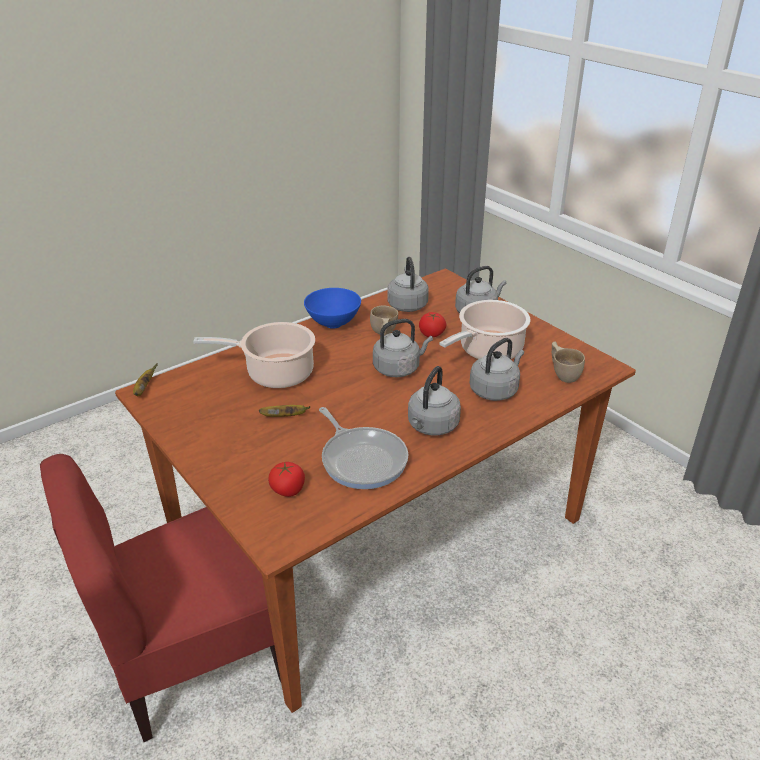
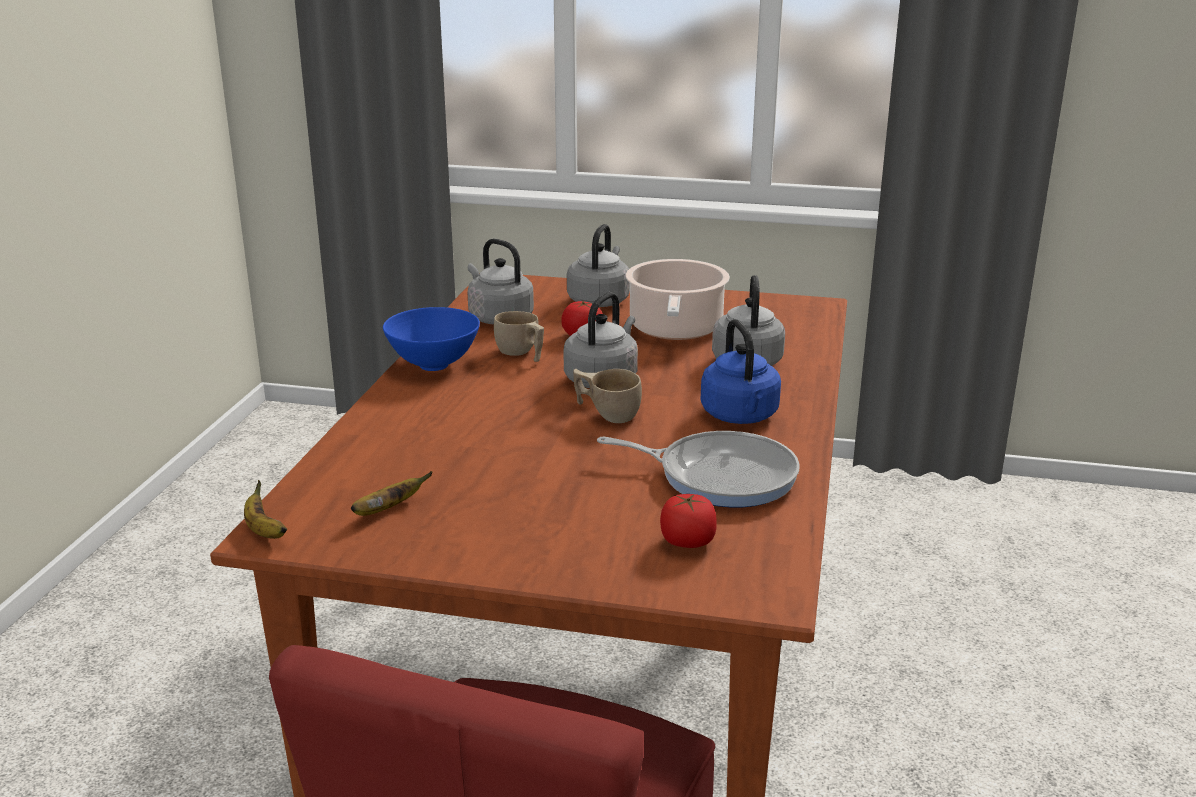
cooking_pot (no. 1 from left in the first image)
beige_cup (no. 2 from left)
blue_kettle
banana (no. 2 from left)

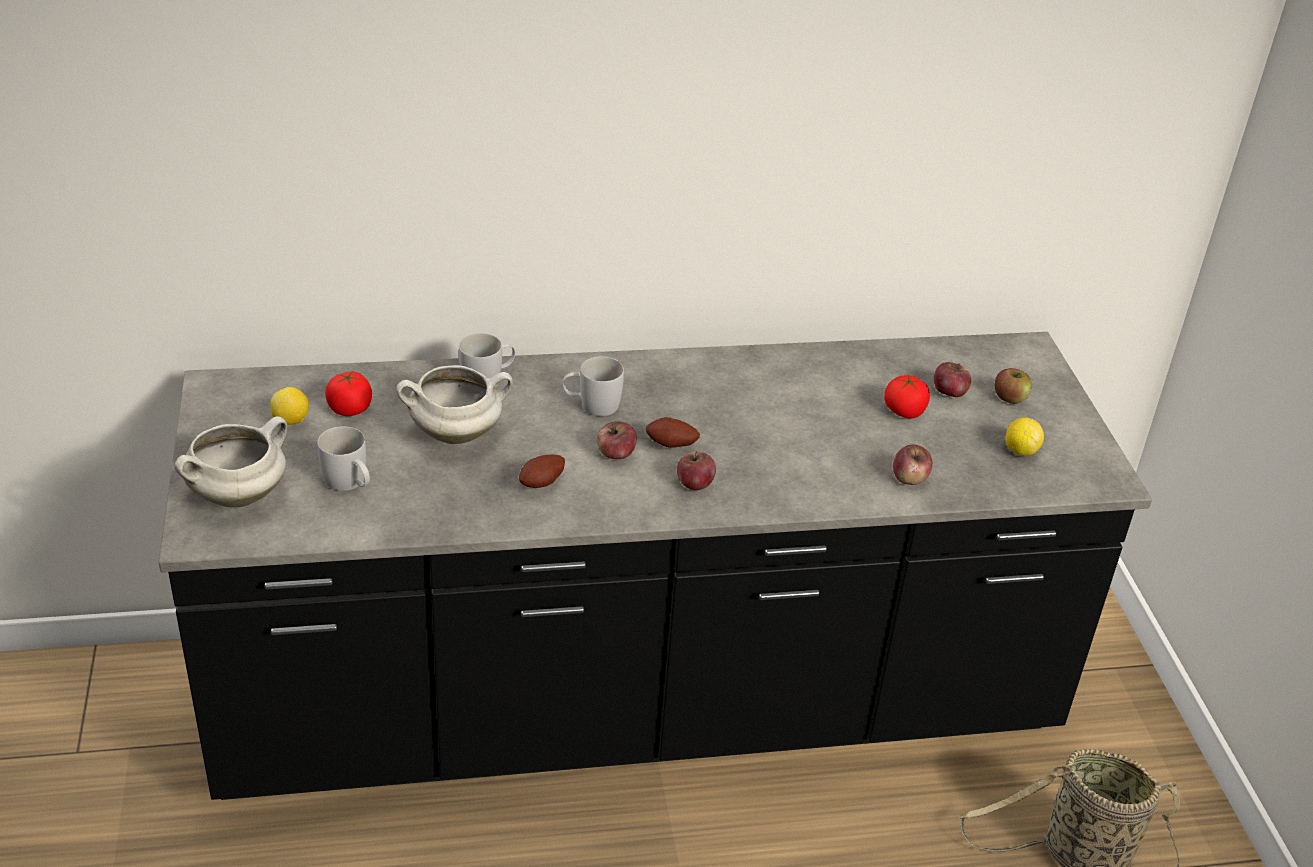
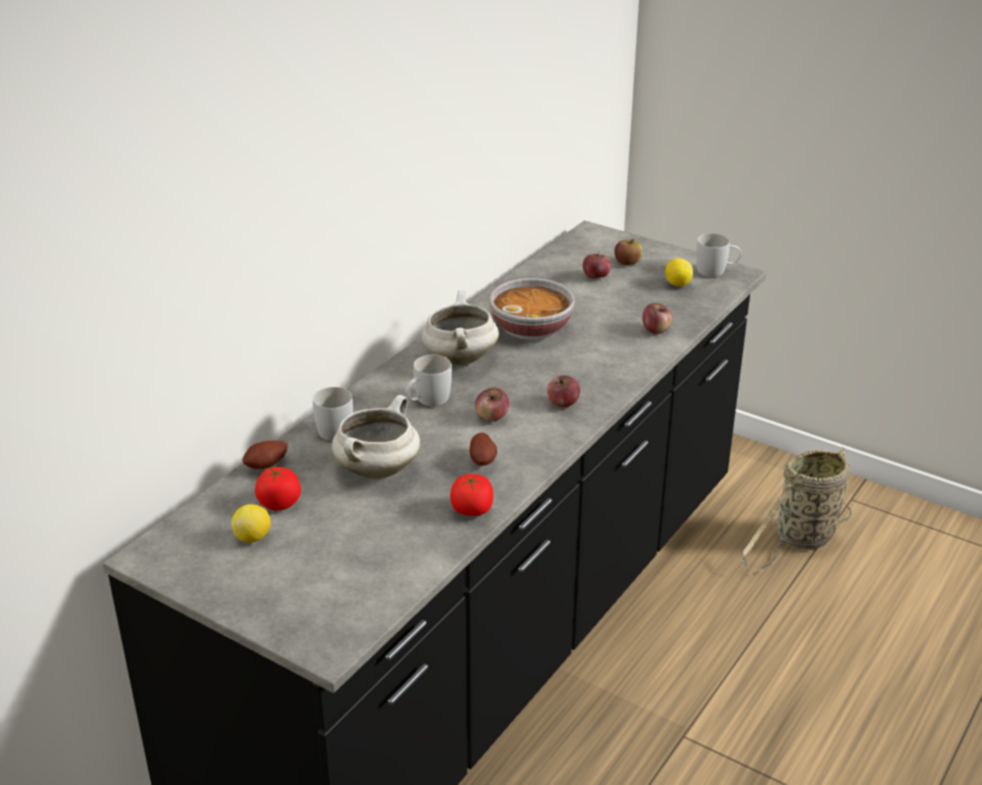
tomato (no. 2 from left)
white_cooking_pot (no. 2 from left)
potato (no. 1 from left)
white_mug (no. 3 from left)
bowl

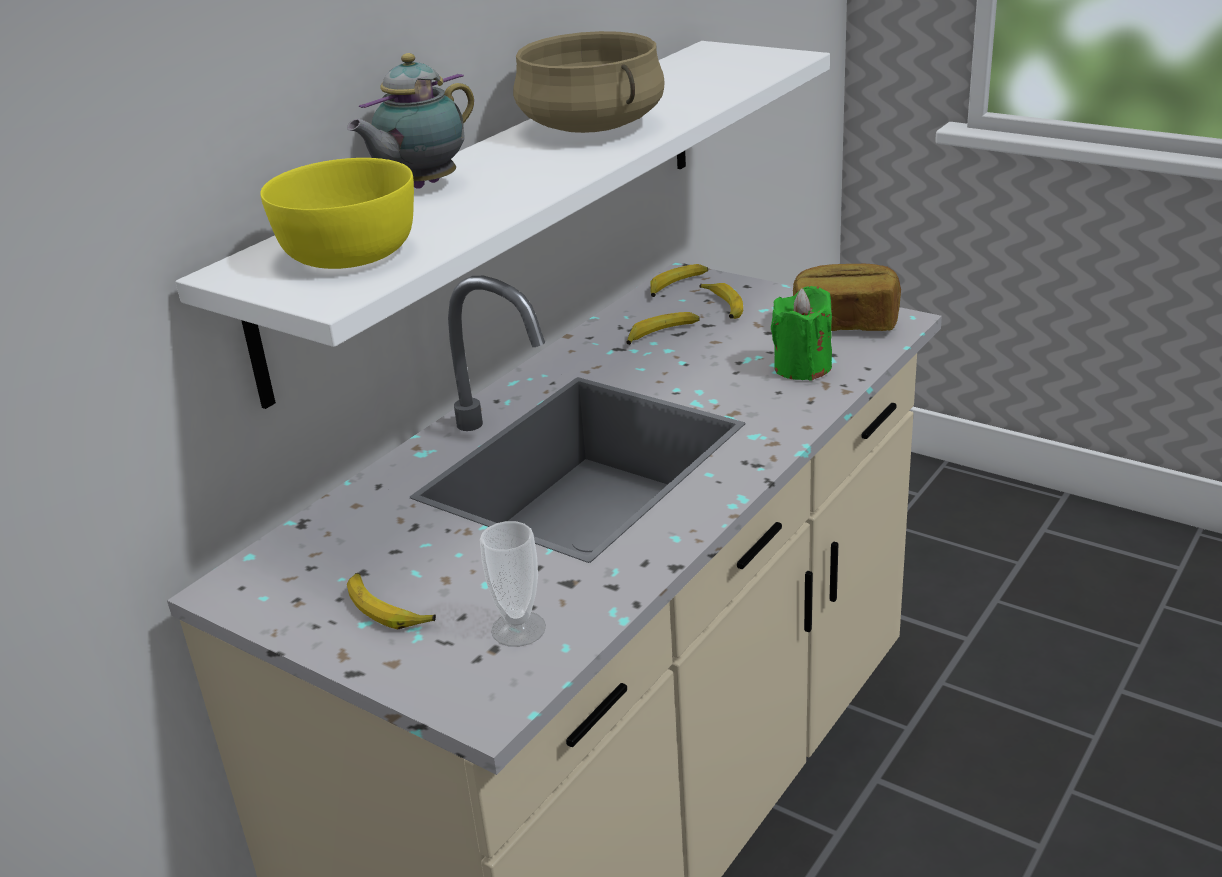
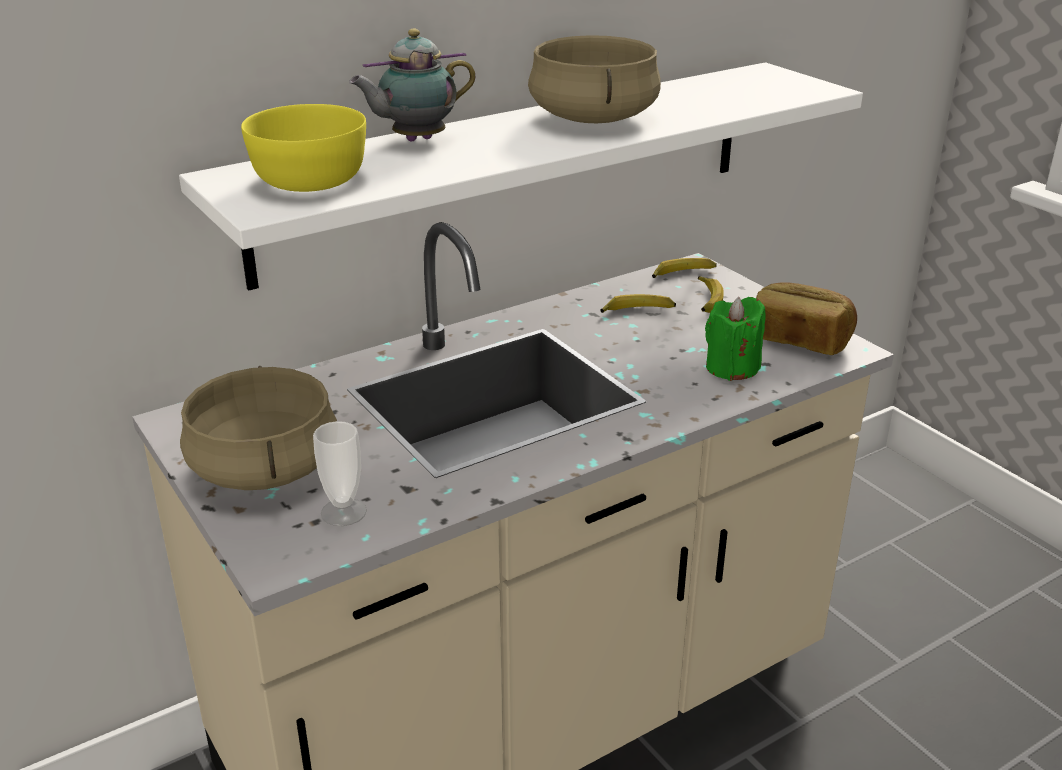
beige_cooking_pot (no. 1 from left)

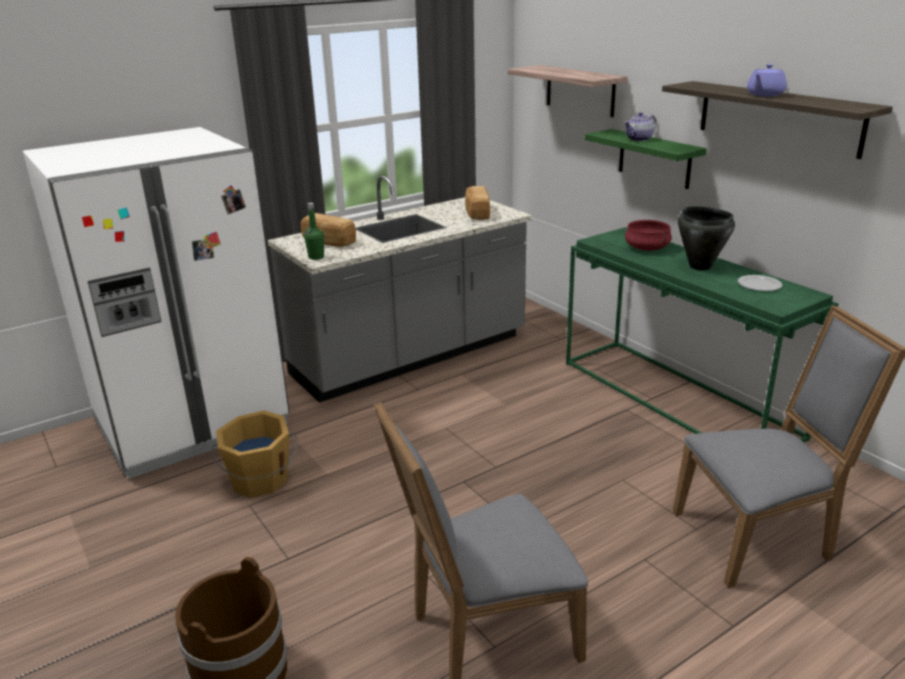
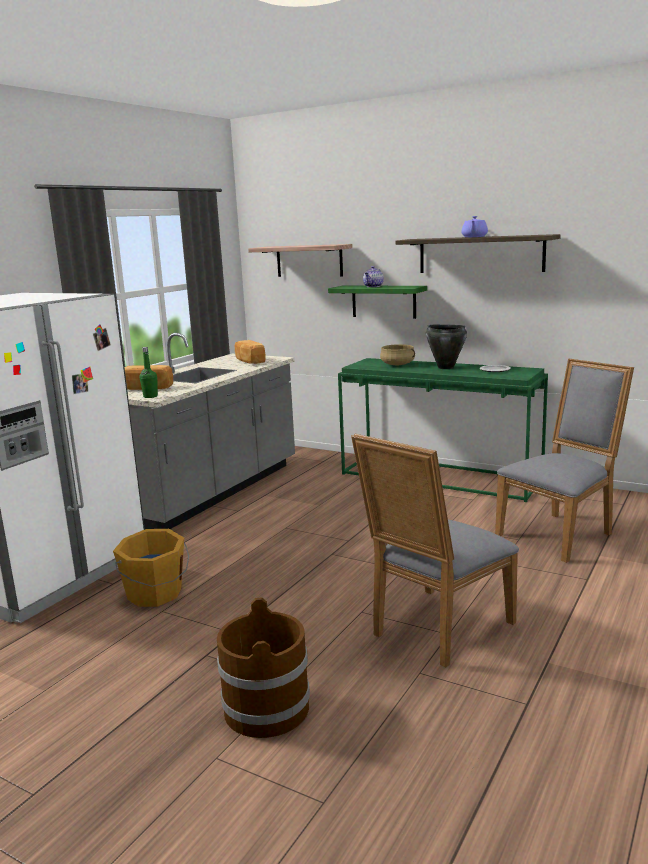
beige_cooking_pot

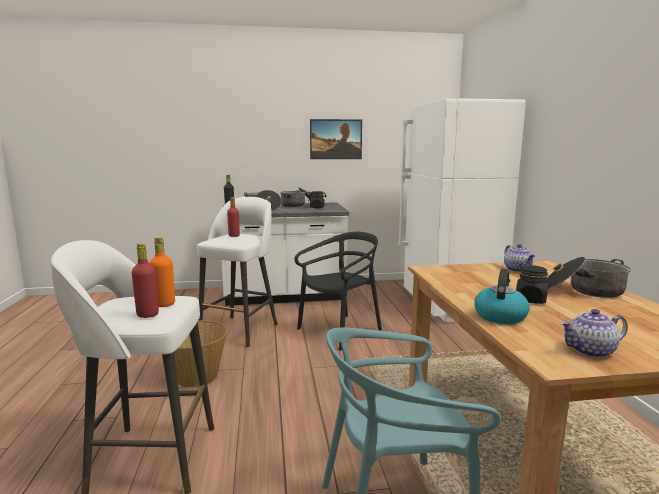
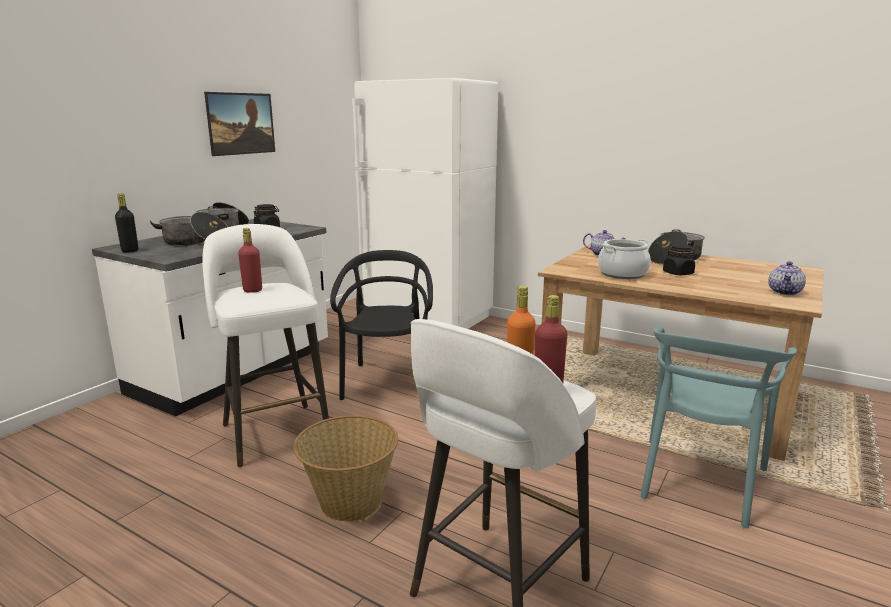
kettle
cooking_pot (no. 3 from left)

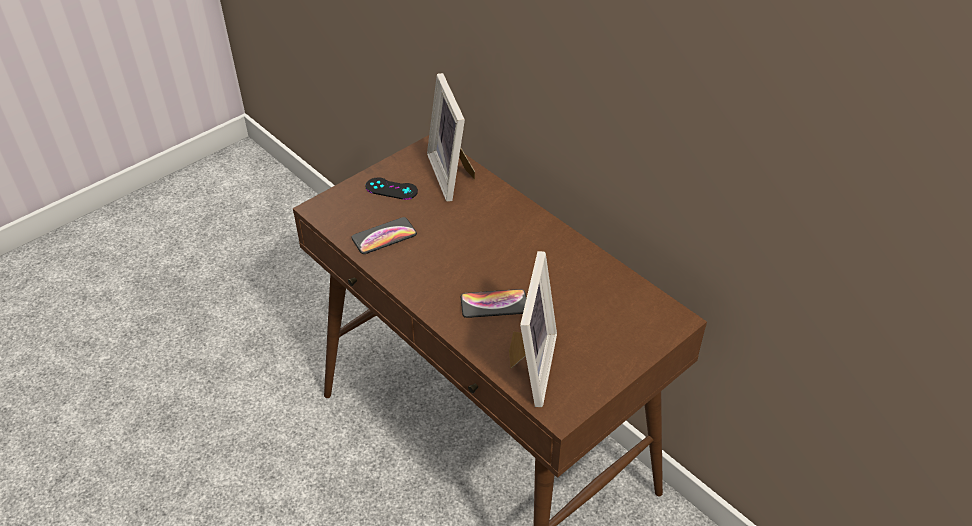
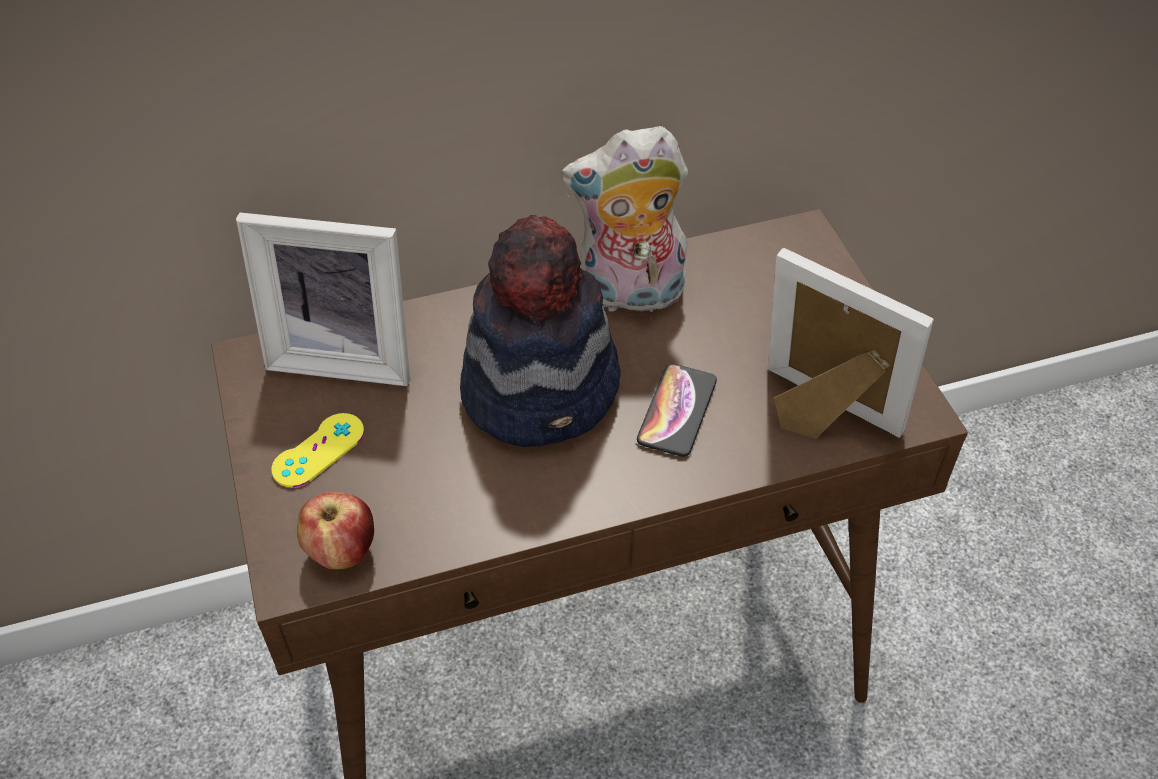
yellow_game_controller
phone (no. 1 from left in the first image)
plush_toy
hat
apple

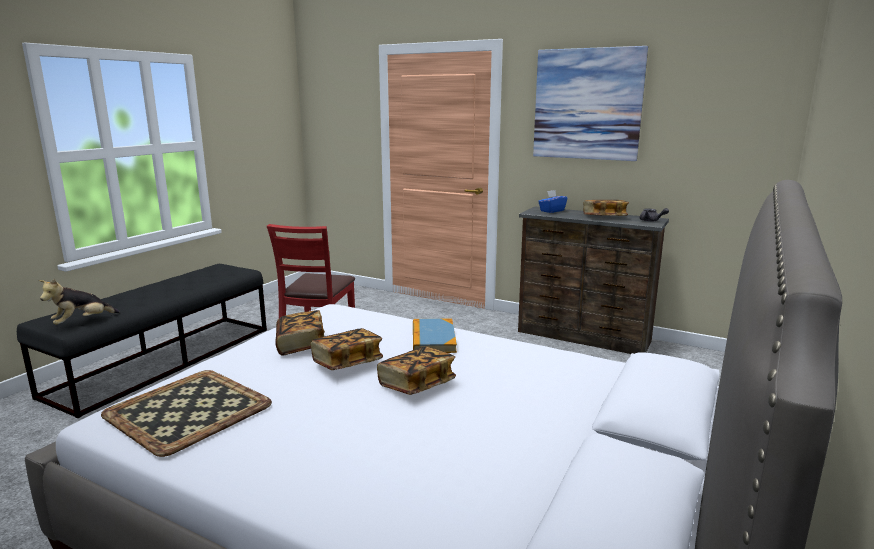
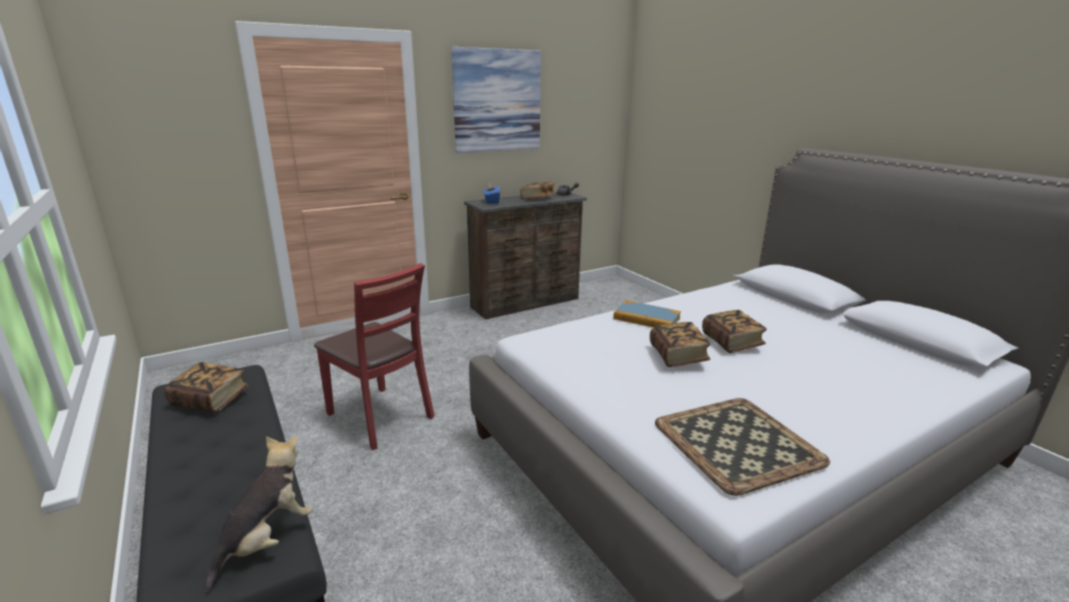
plush_toy
book (no. 1 from left)

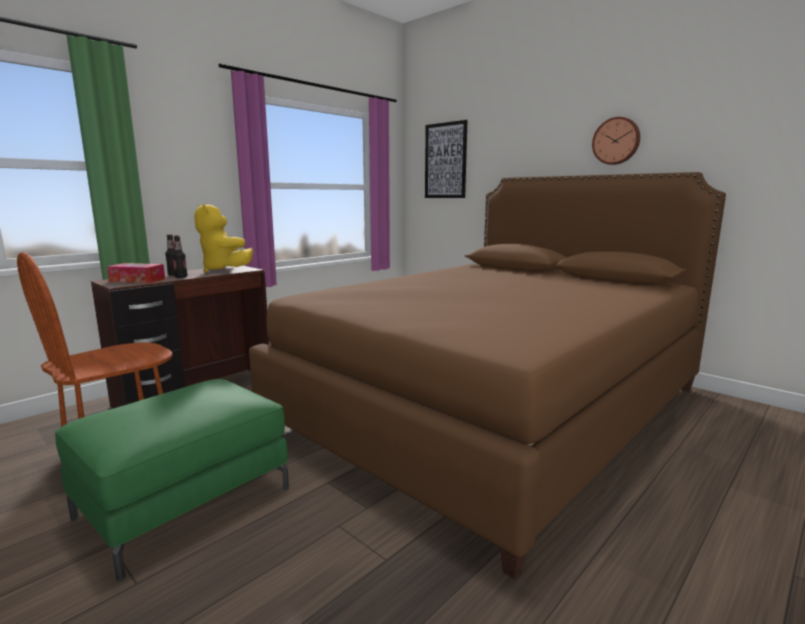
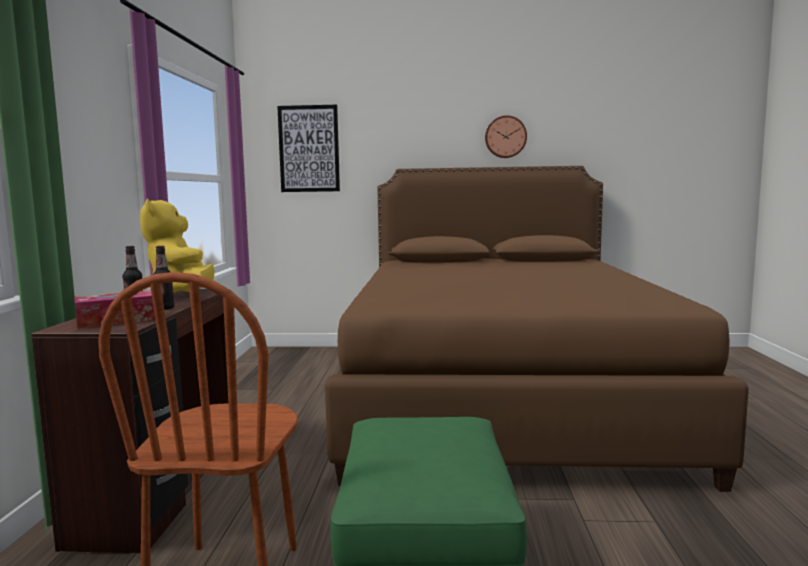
yellow_plush_toy

